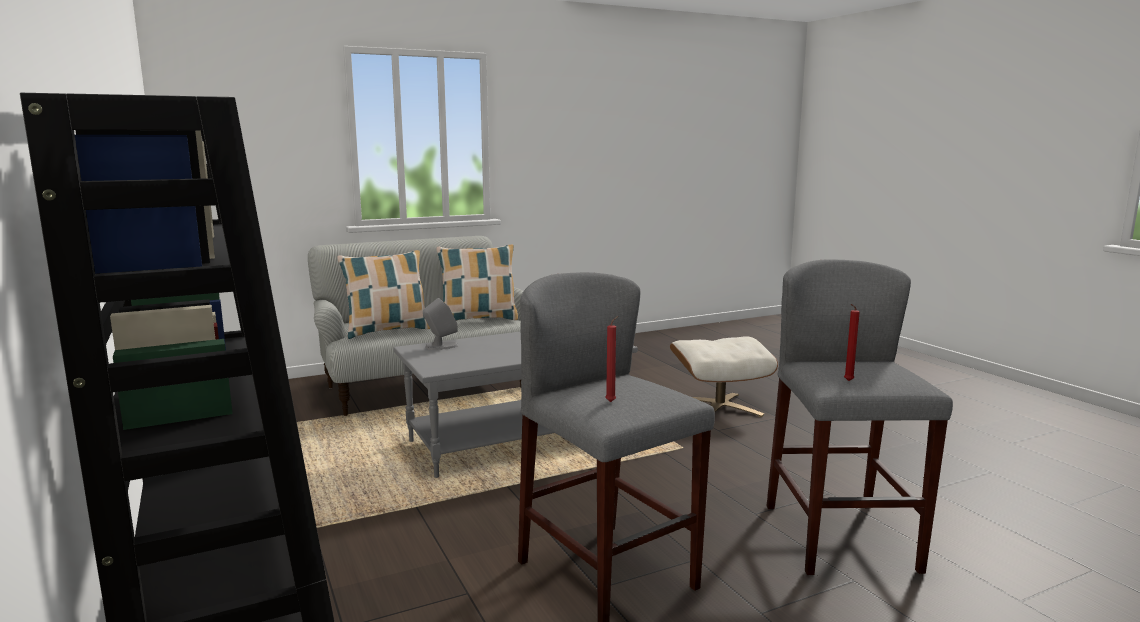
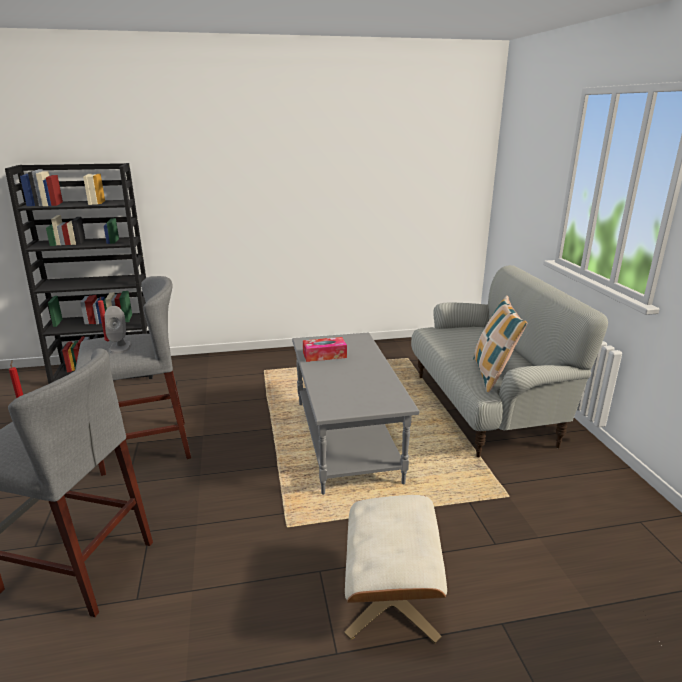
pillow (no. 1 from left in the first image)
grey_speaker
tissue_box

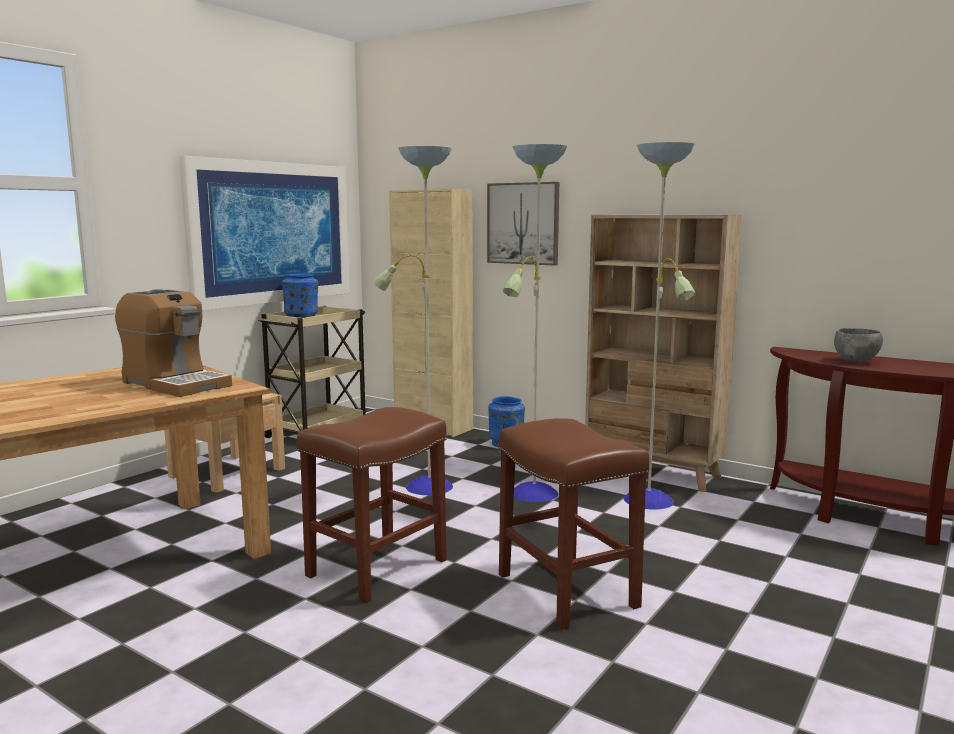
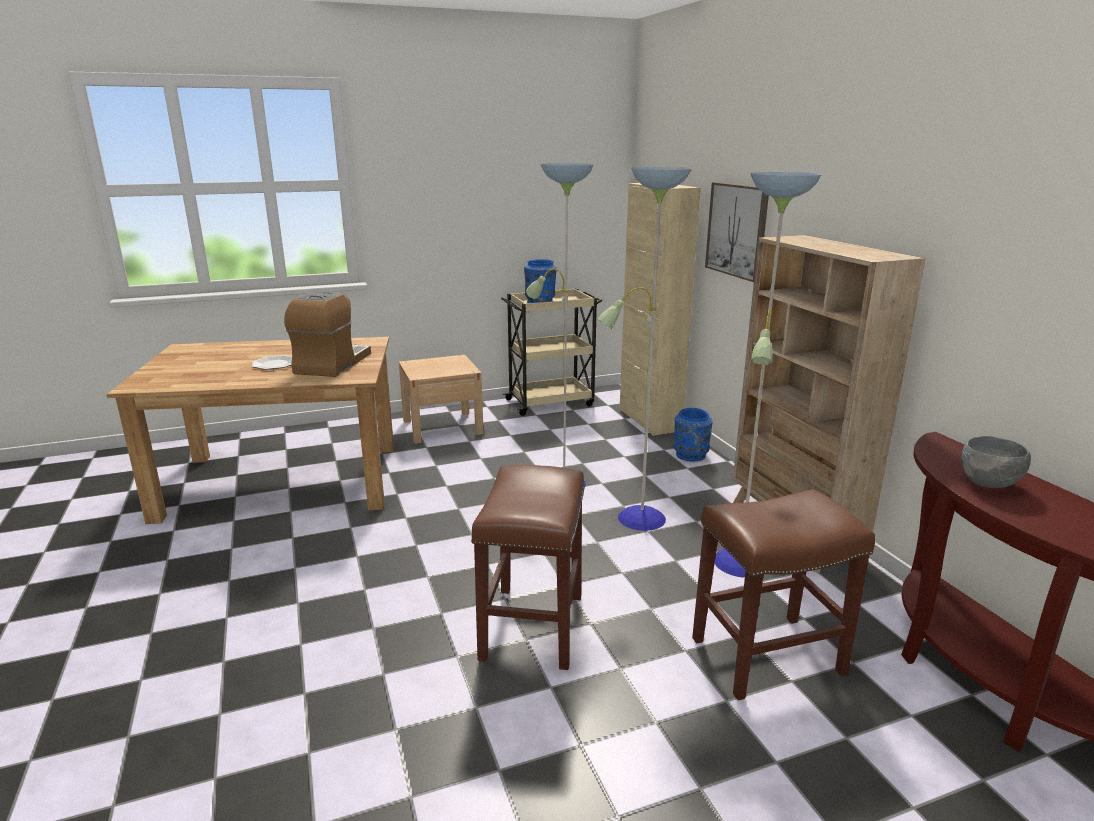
picture (no. 1 from left in the first image)
coffee_machine
brown_stool (no. 2 from left)
plate

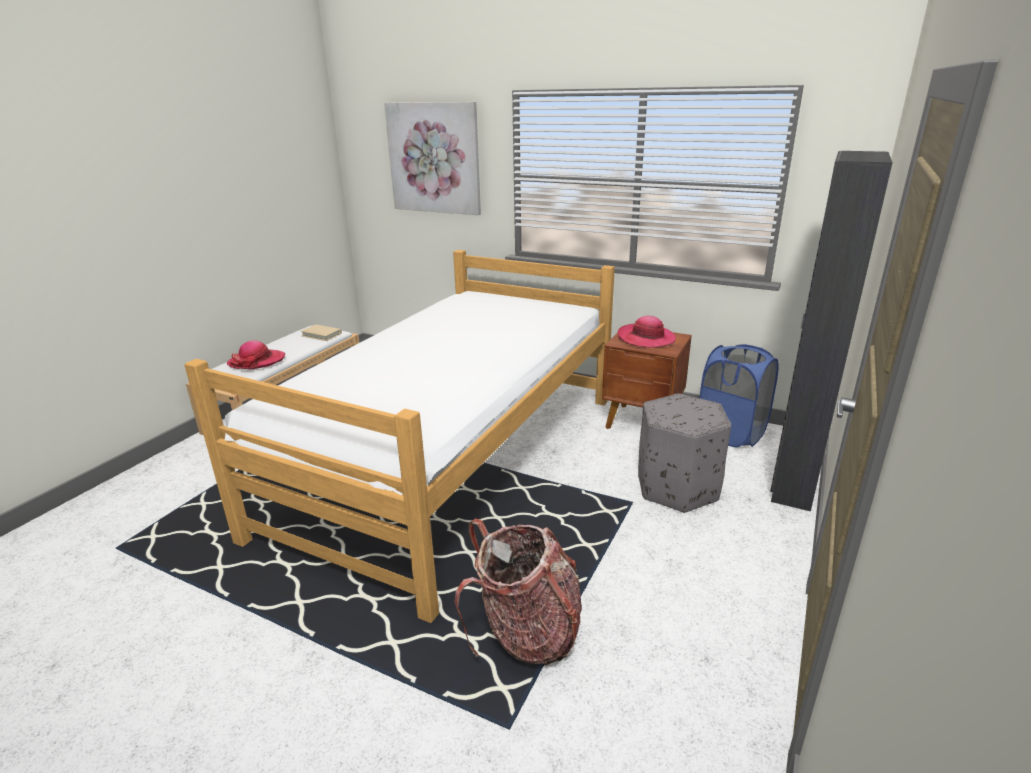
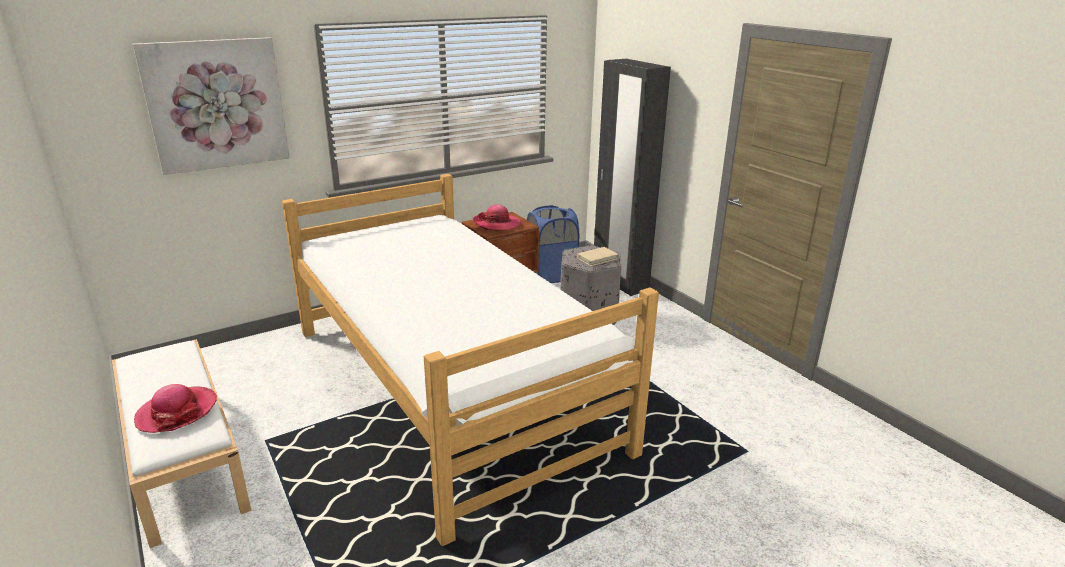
beige_book
backpack

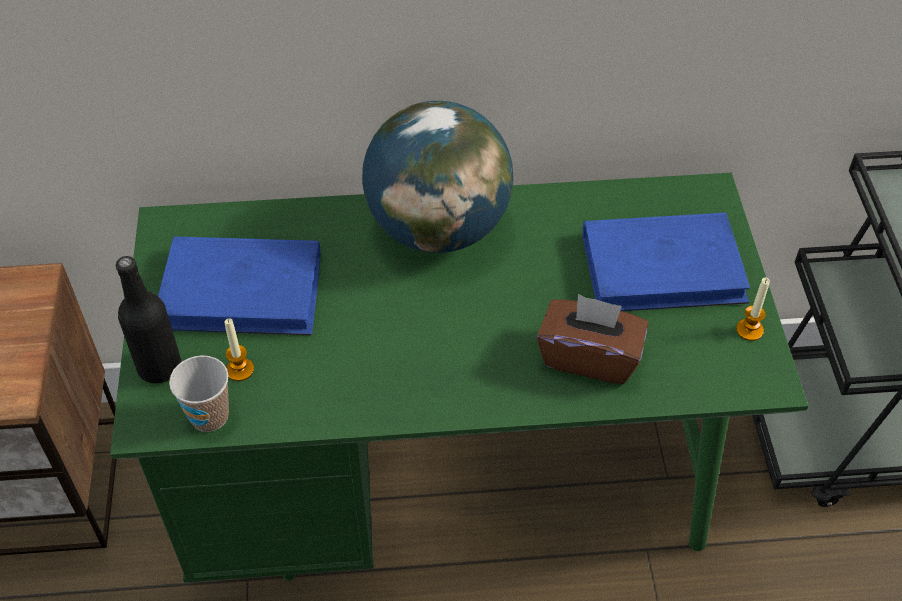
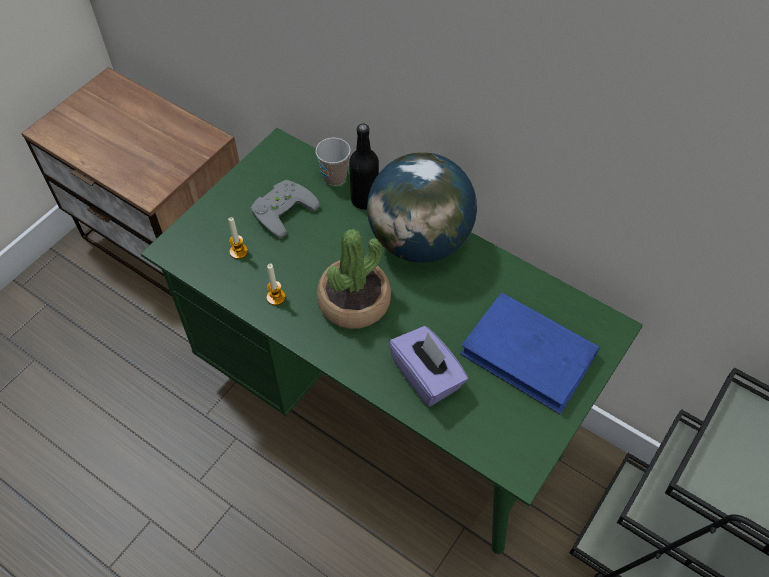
grey_game_controller
black_bottle
candle (no. 2 from left)
purple_tissue_box
cup
potted_plant

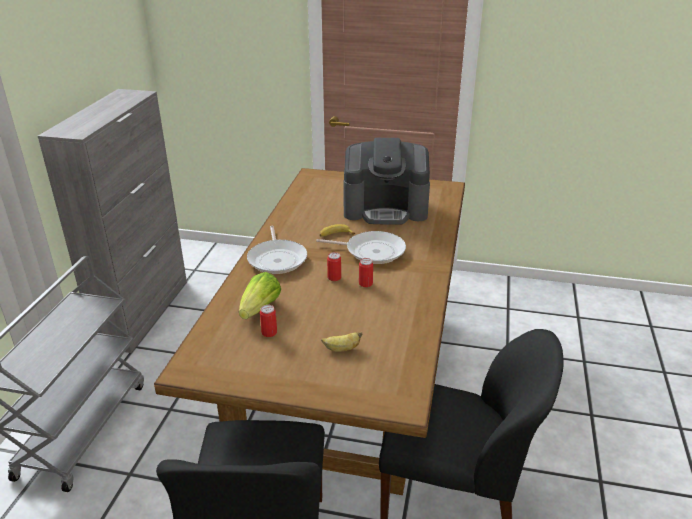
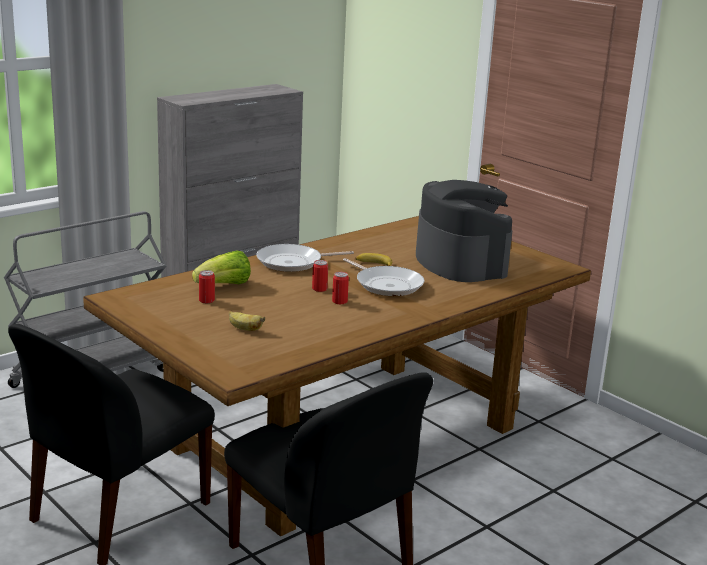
coffee_machine
frying_pan (no. 1 from left)

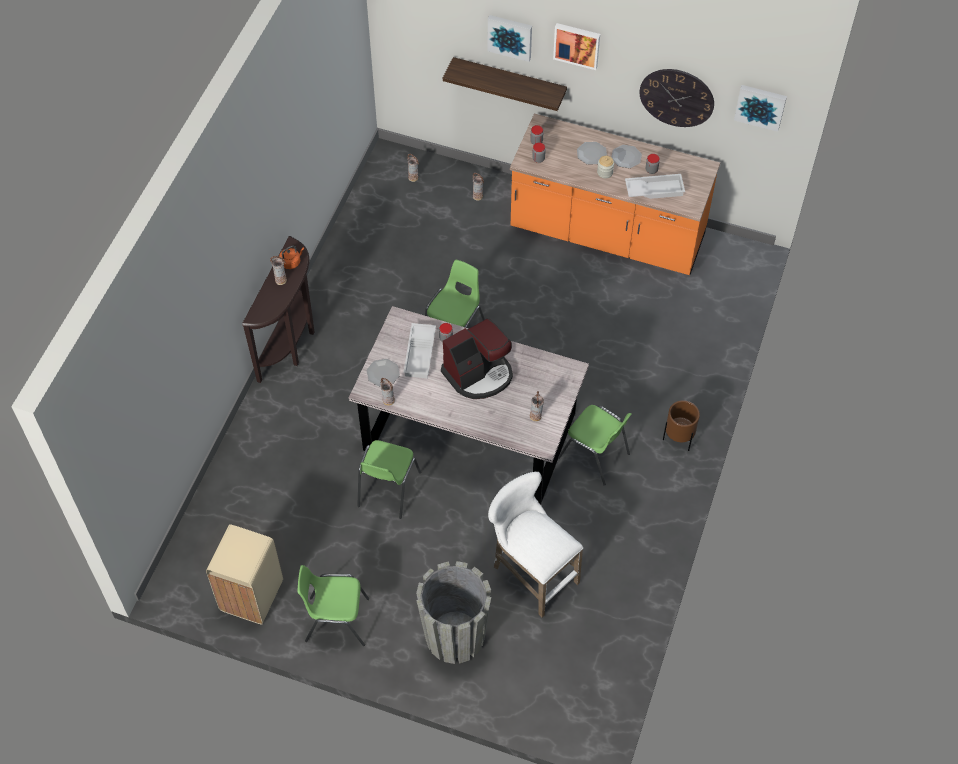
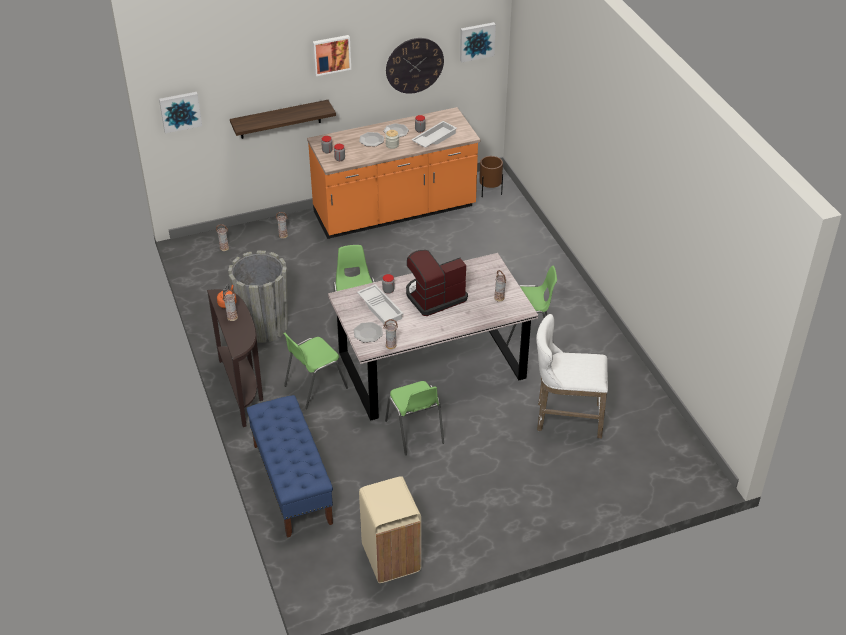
picture (no. 1 from left)
coffee_machine
brown_planter
grey_planter
green_chair (no. 1 from left)
blue_bench

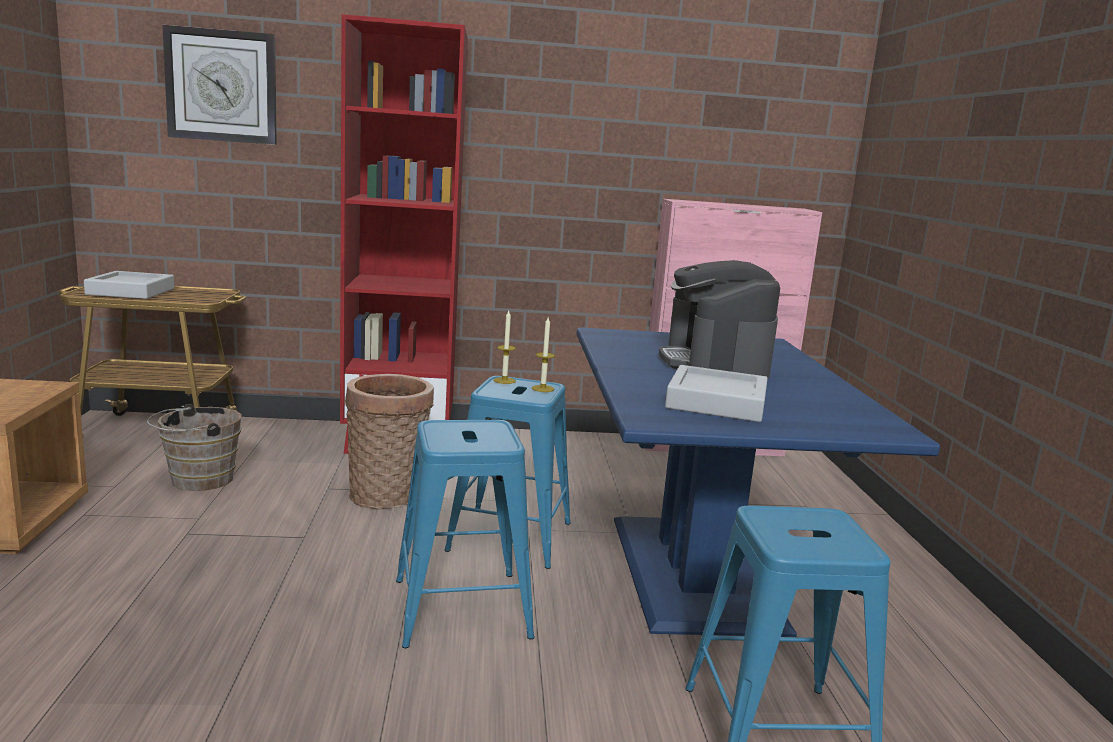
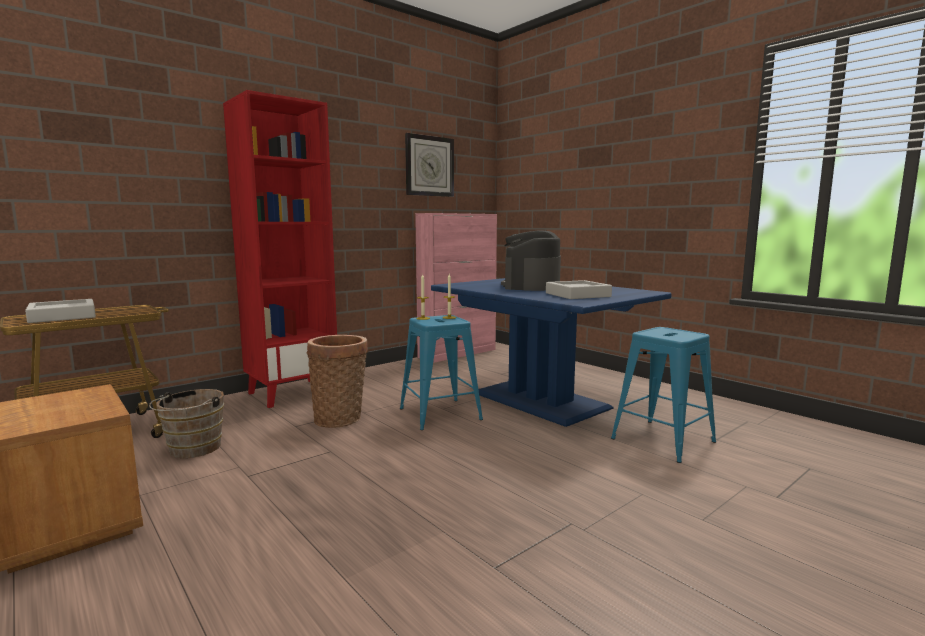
wall_clock
coffee_machine
blue_stool (no. 1 from left in the first image)

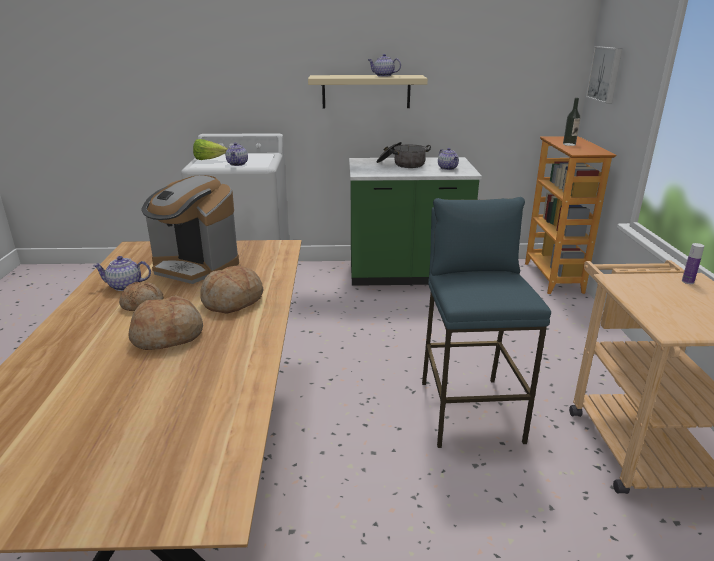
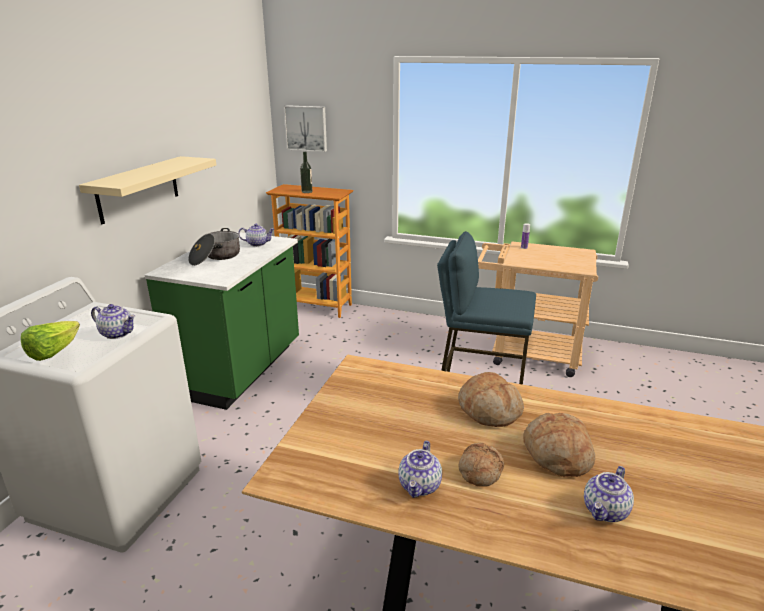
teapot (no. 4 from left)
coffee_machine

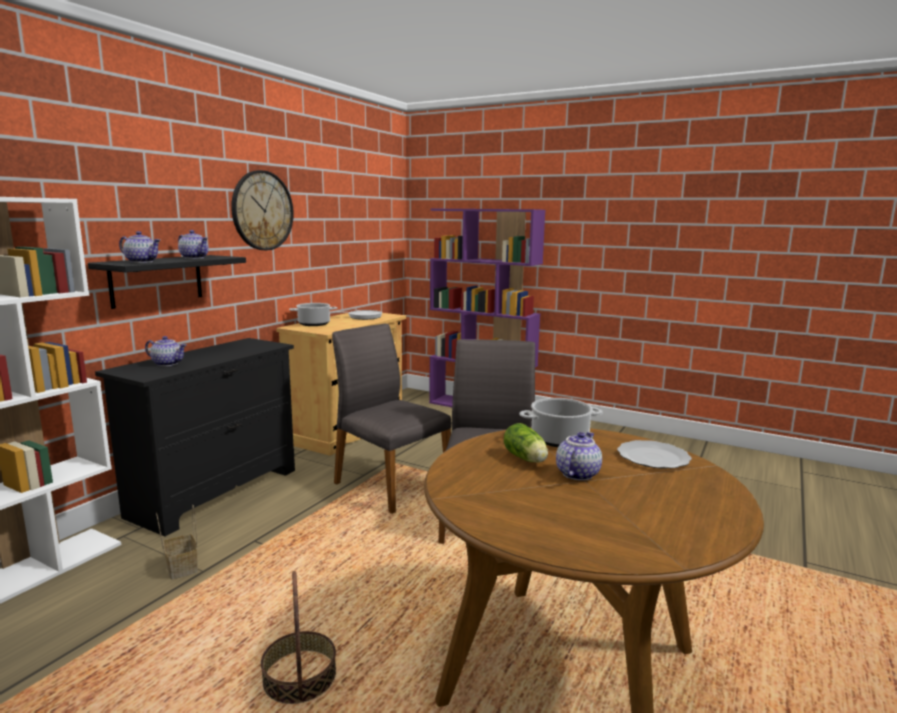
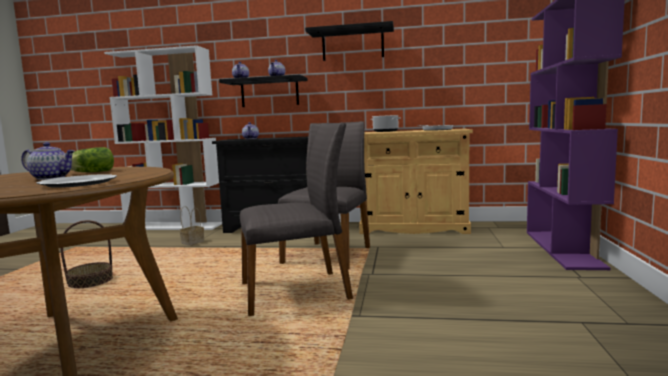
black_shelf (no. 2 from left)
cooking_pot (no. 2 from left in the first image)

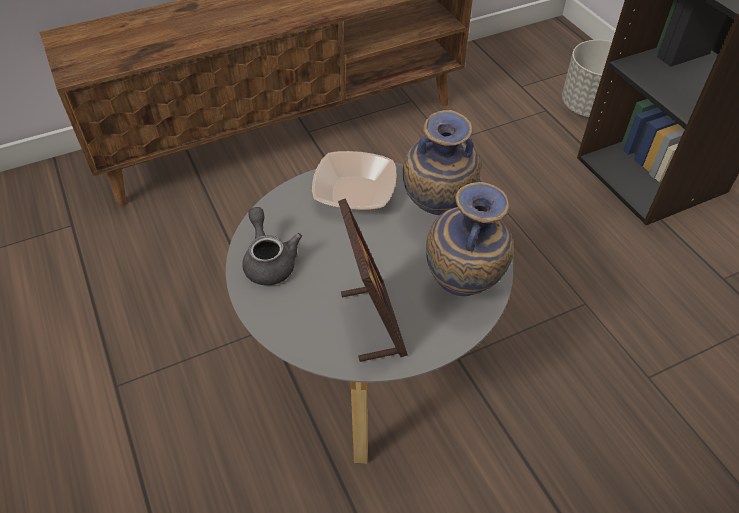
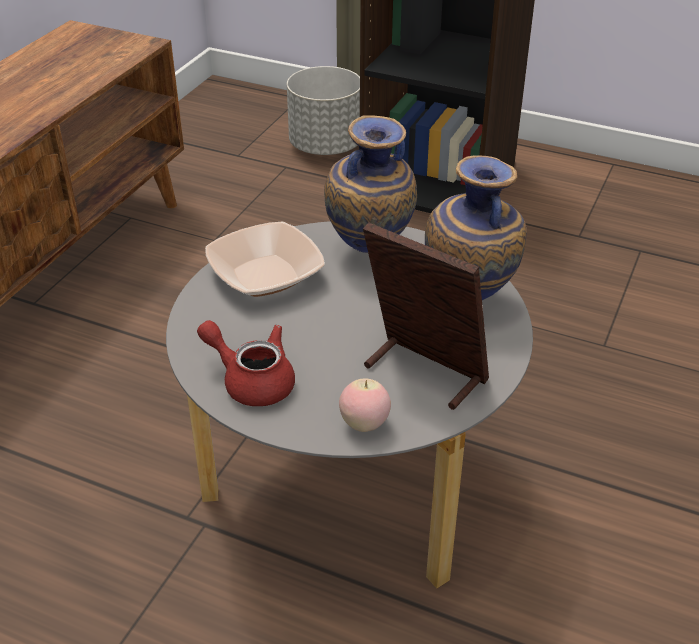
red_teapot
apple

